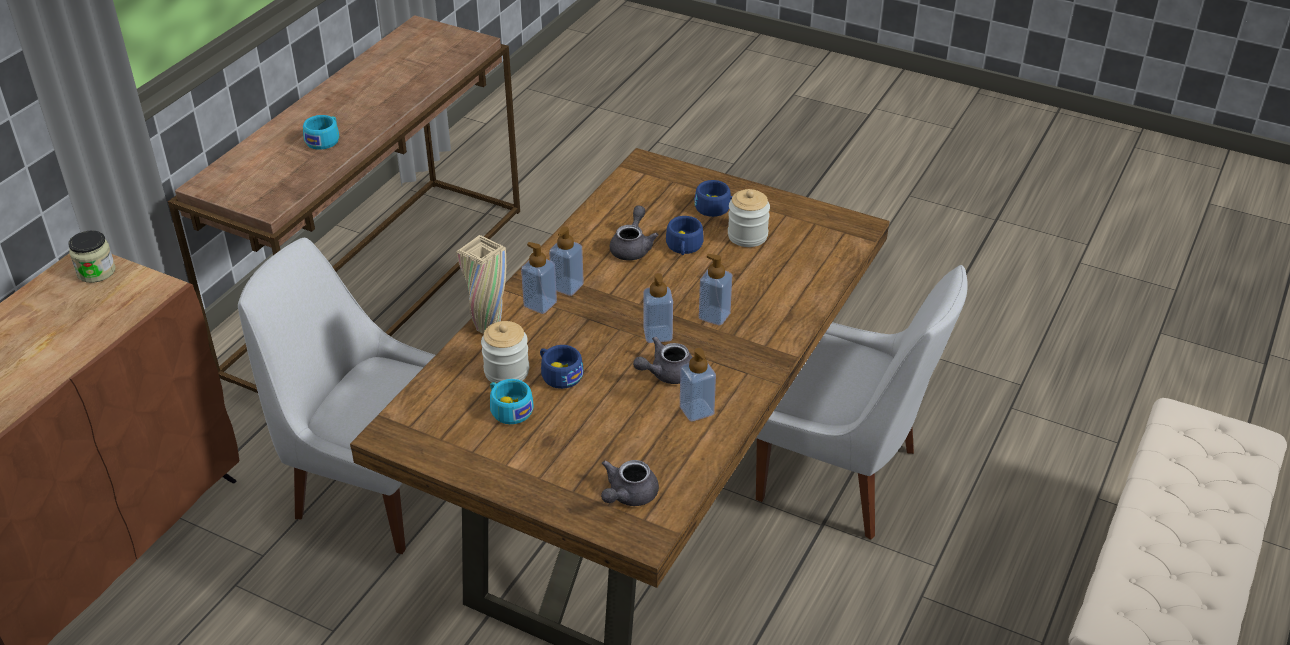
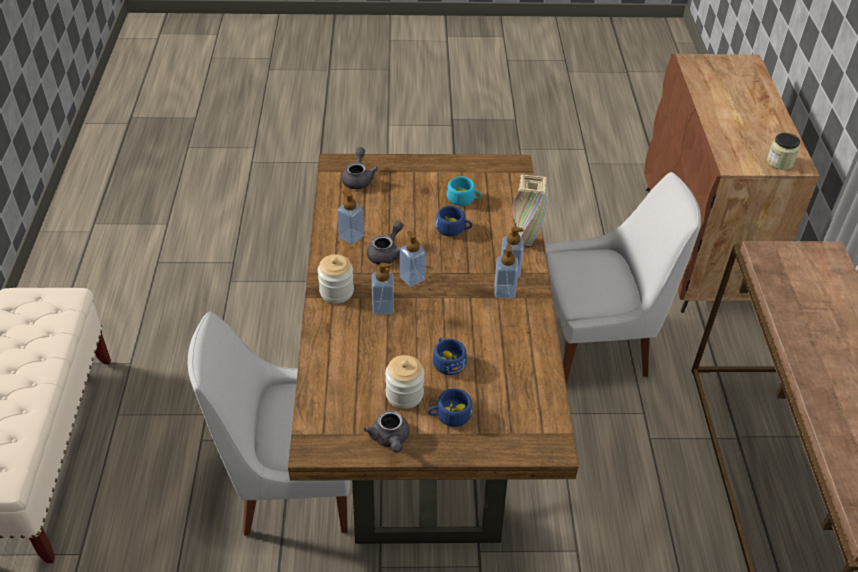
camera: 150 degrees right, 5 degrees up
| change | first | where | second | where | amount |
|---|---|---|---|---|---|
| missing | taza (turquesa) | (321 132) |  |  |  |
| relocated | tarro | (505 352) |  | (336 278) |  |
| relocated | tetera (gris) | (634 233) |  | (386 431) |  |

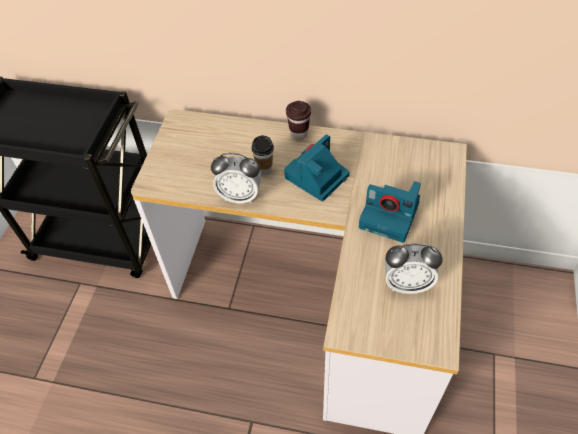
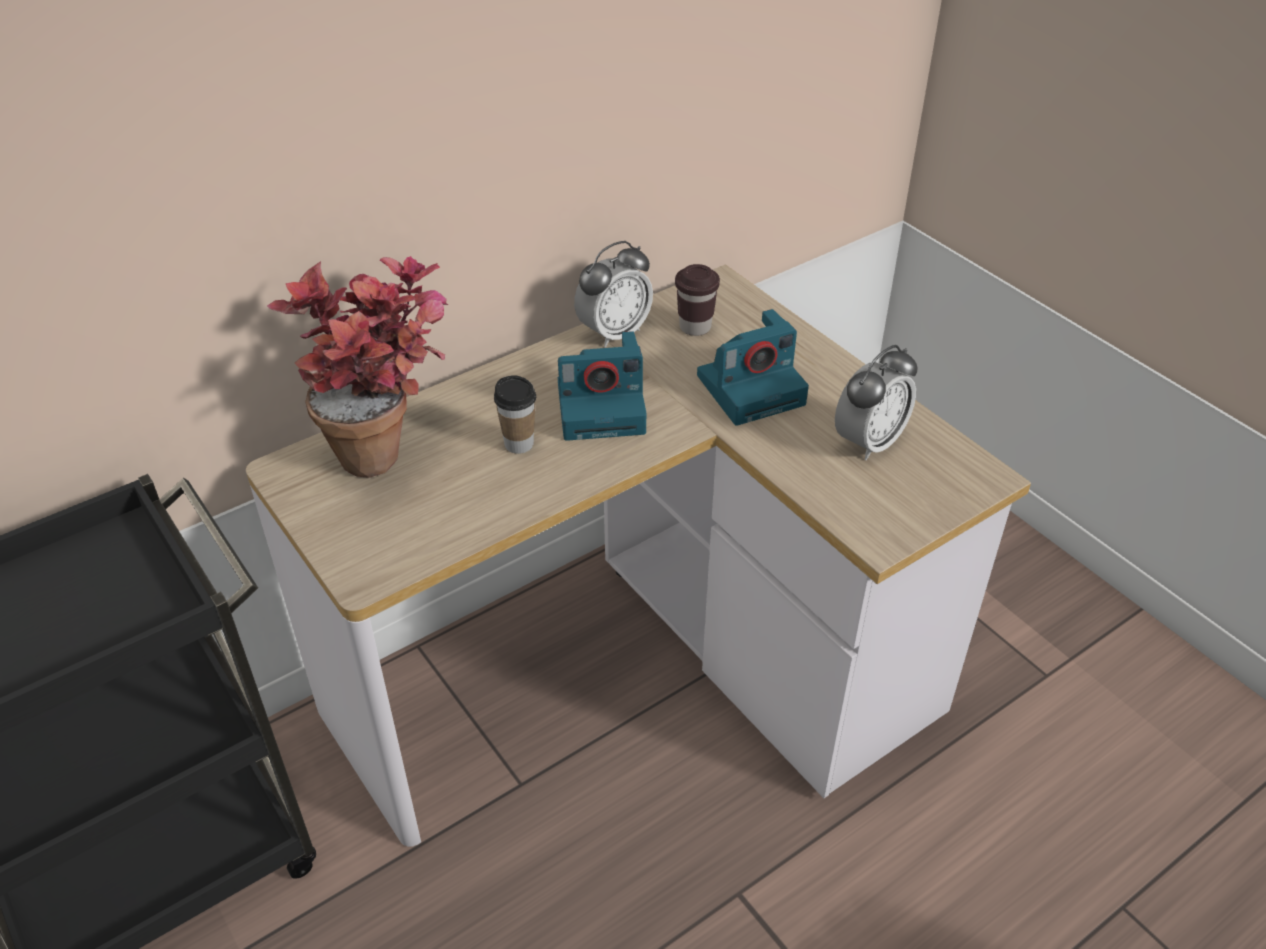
camera: 50 degrees left, 10 degrees down
| change | first | where | second | where | amount |
|---|---|---|---|---|---|
| appeared |  |  | planta en maceta | (357 367) |  |
| relocated | despertador | (236 178) |  | (613 294) |  |
| relocated | taza (marrón) | (298 120) |  | (697 300) |  |
| spun | cámara | (317 167) |  | (602 386) | 90 degrees counterclockwise |

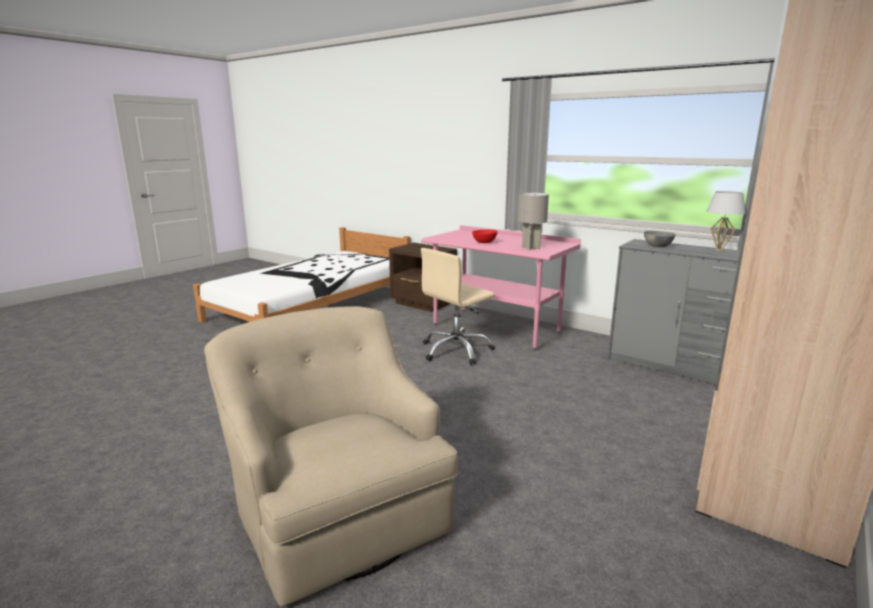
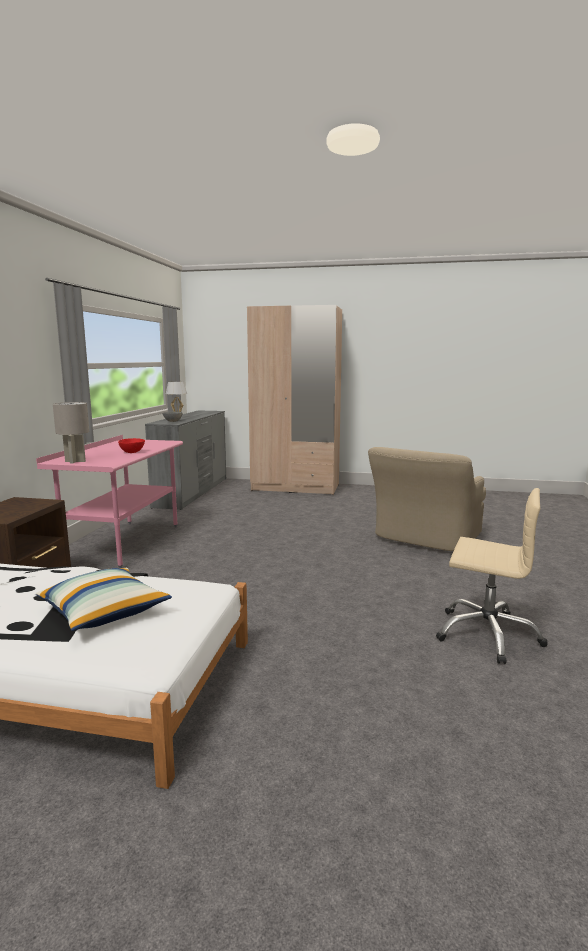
camera: 115 degrees left, 5 degrees down
| change | first | where | second | where | amount |
|---|---|---|---|---|---|
| appeared |  |  | cojín | (104 599) |  |
| relocated | silla de oficina (beis) | (458 306) |  | (492 576) |  |
| relocated | lámpara de mesa (gris) | (533 221) |  | (71 433) |  |

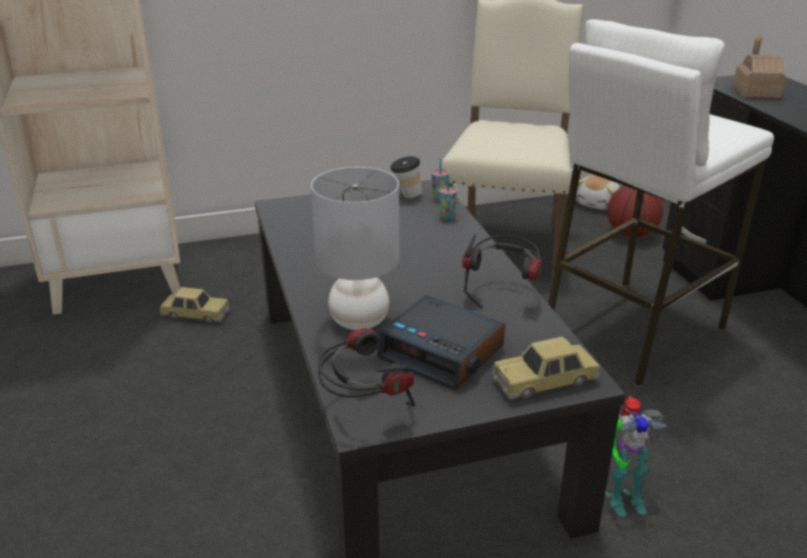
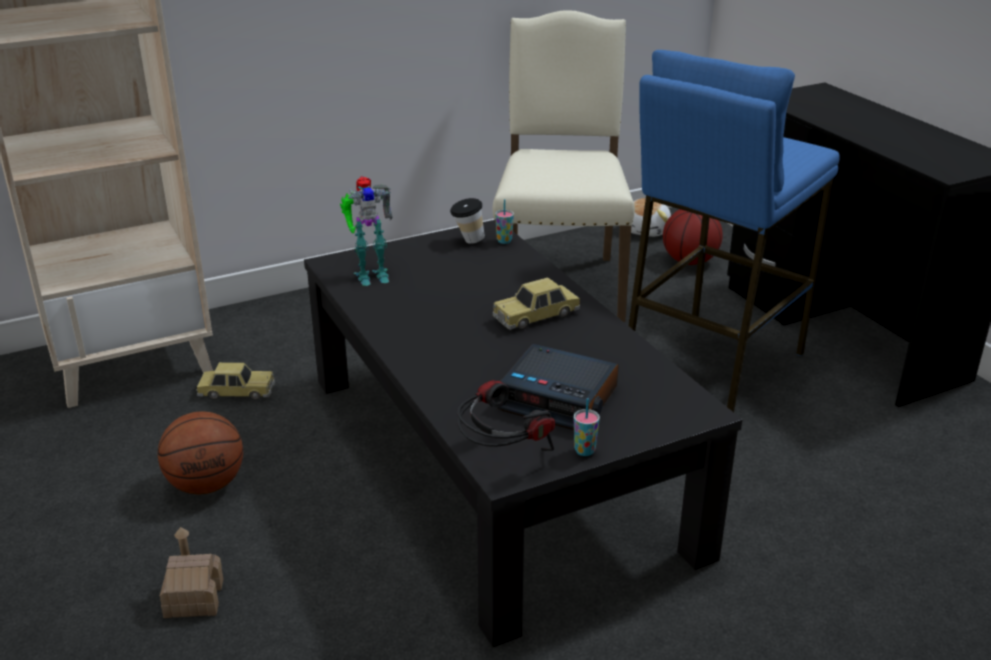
camera: 10 degrees left, 0 degrees up
| change | first | where | second | where | amount |
|---|---|---|---|---|---|
| missing | lámpara de mesa (gris) | (355 248) |  |  |  |
| missing | auriculares | (502 271) |  |  |  |
| appeared |  |  | balón de baloncesto | (200 452) |  |
| relocated | taza | (448 198) |  | (587 427) |  |
| relocated | coche de juguete | (546 368) |  | (536 304) |  |
| relocated | robot de juguete | (636 456) |  | (366 231) |  |
| relocated | casita | (759 65) |  | (191 572) |  |
| colour | taburete (blanco) | (661 203) | taburete (azul) | (734 231) |  |

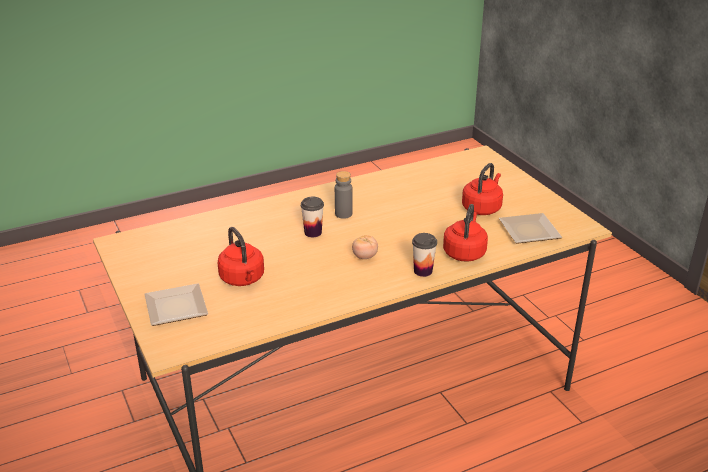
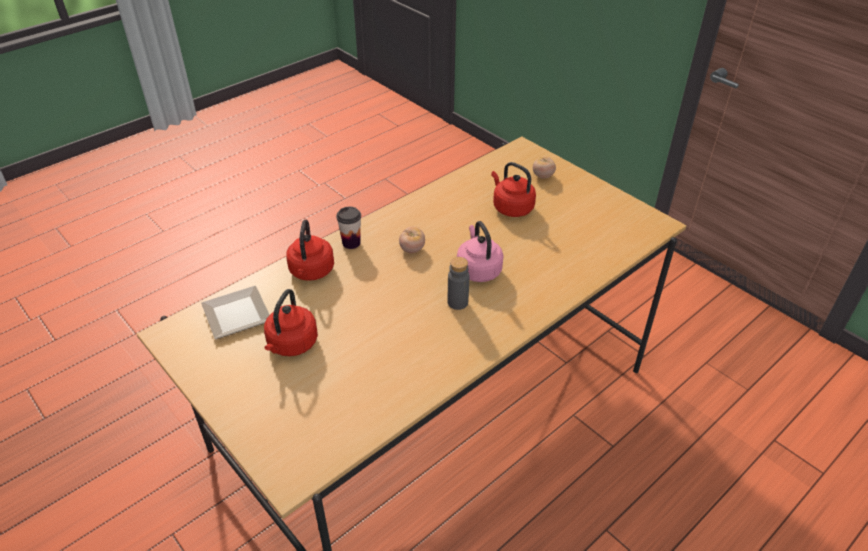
camera: 165 degrees right, 10 degrees up
| change | first | where | second | where | amount |
|---|---|---|---|---|---|
| exchanged | plato | (176 304) | tomate | (544 168) |  |
| exchanged | taza | (312 217) | hervidor (rosa) | (480 251) |  |

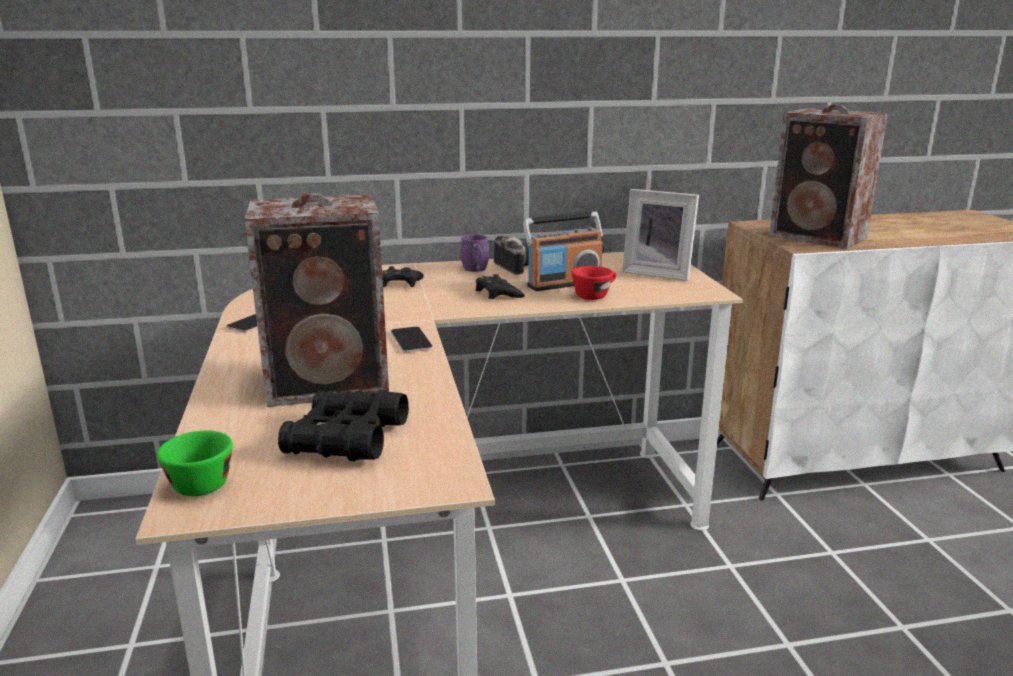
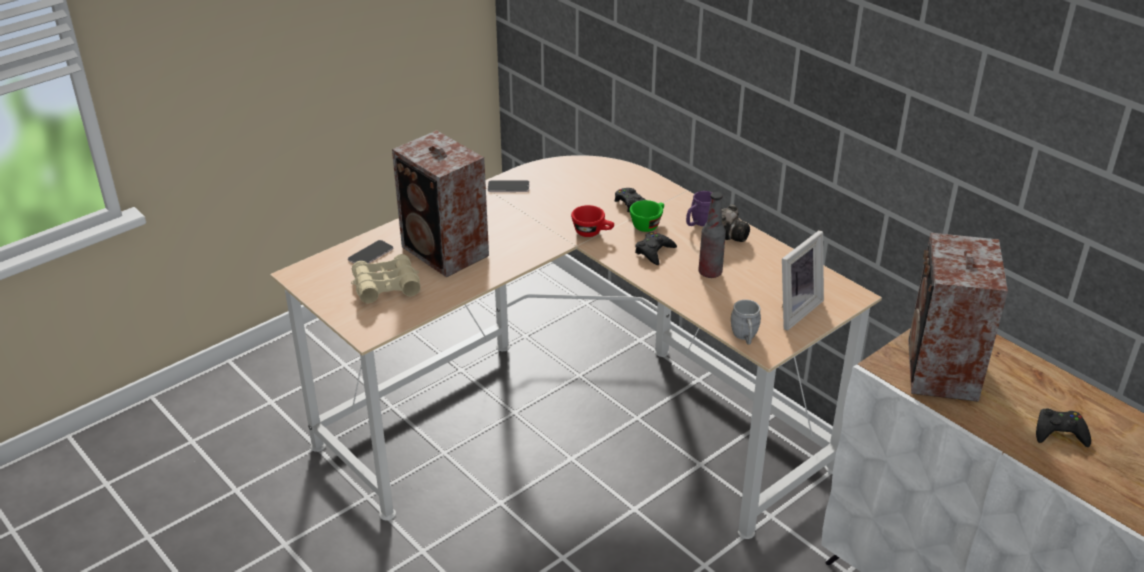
camera: 60 degrees right, 15 degrees up
| change | first | where | second | where | amount |
|---|---|---|---|---|---|
| appeared |  |  | taza grande (gris) | (746 322) |  |
| appeared |  |  | mando de consola (negro) | (1063 428) |  |
| relocated | taza (verde) | (195 463) |  | (647 216) |  |
| relocated | móvil | (412 339) |  | (371 252) |  |
| relocated | taza (rojo) | (593 283) |  | (592 221) |  |
| exchanged | radio | (563 251) | botella | (712 235) |  |
| colour | prismáticos (negro) | (343 425) | prismáticos (beis) | (386 278) |  |
| spun | portarretratos | (660 235) |  | (803 280) | 135 degrees counterclockwise |

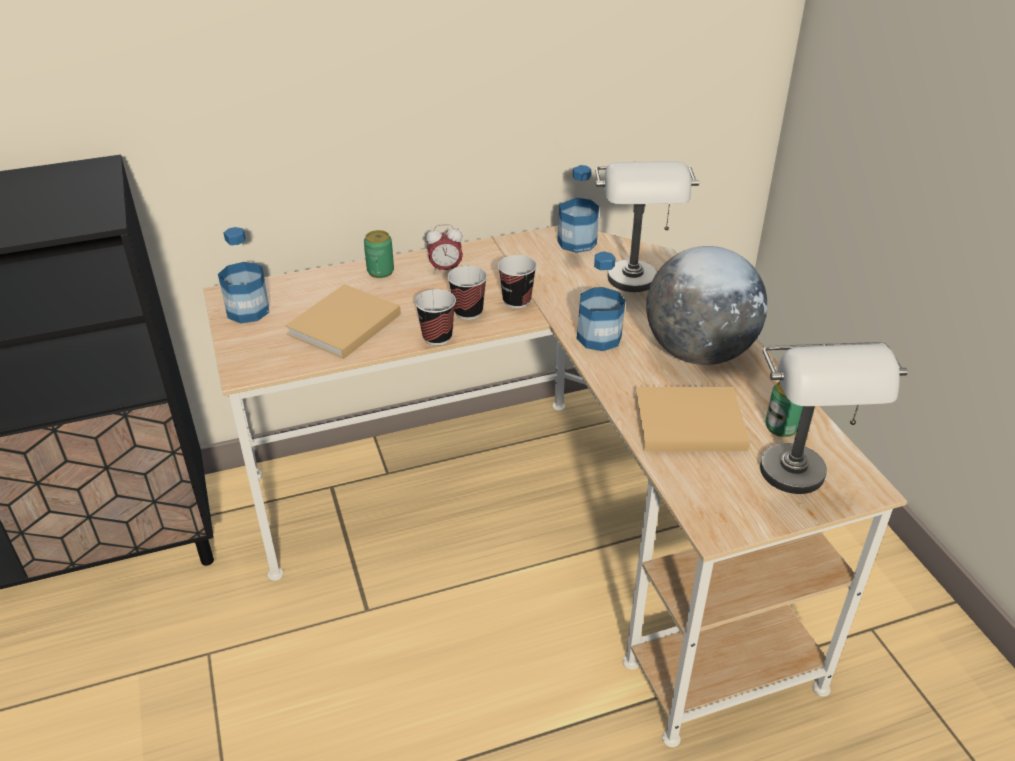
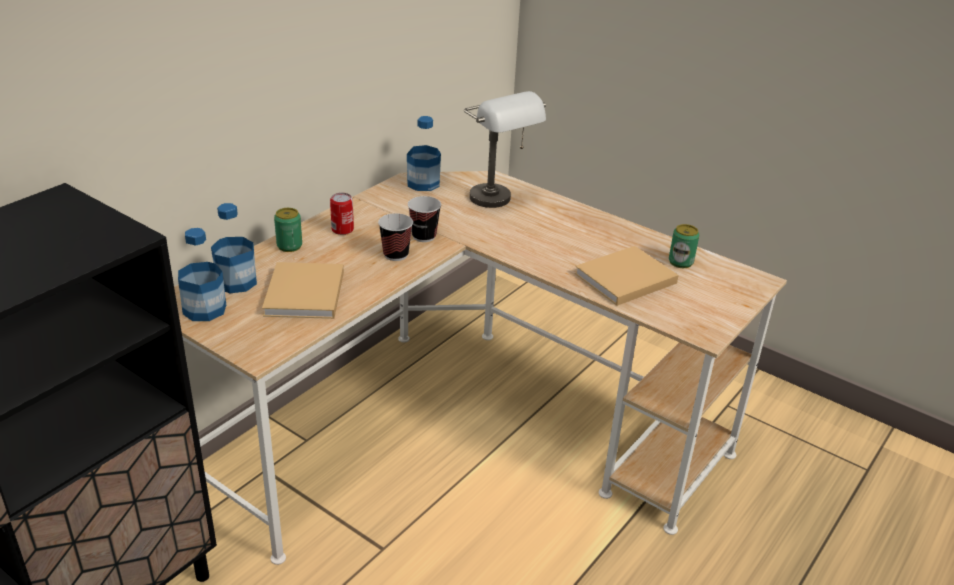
camera: 35 degrees left, 5 degrees down
| change | first | where | second | where | amount |
|---|---|---|---|---|---|
| missing | taza | (435 317) |  |  |  |
| missing | globo terráqueo | (706 305) |  |  |  |
| missing | lámpara de mesa (gris) | (834 418) |  |  |  |
| relocated | botella | (601 301) |  | (234 248) |  |
| exchanged | despertador | (444 248) | lata | (342 214) |  |

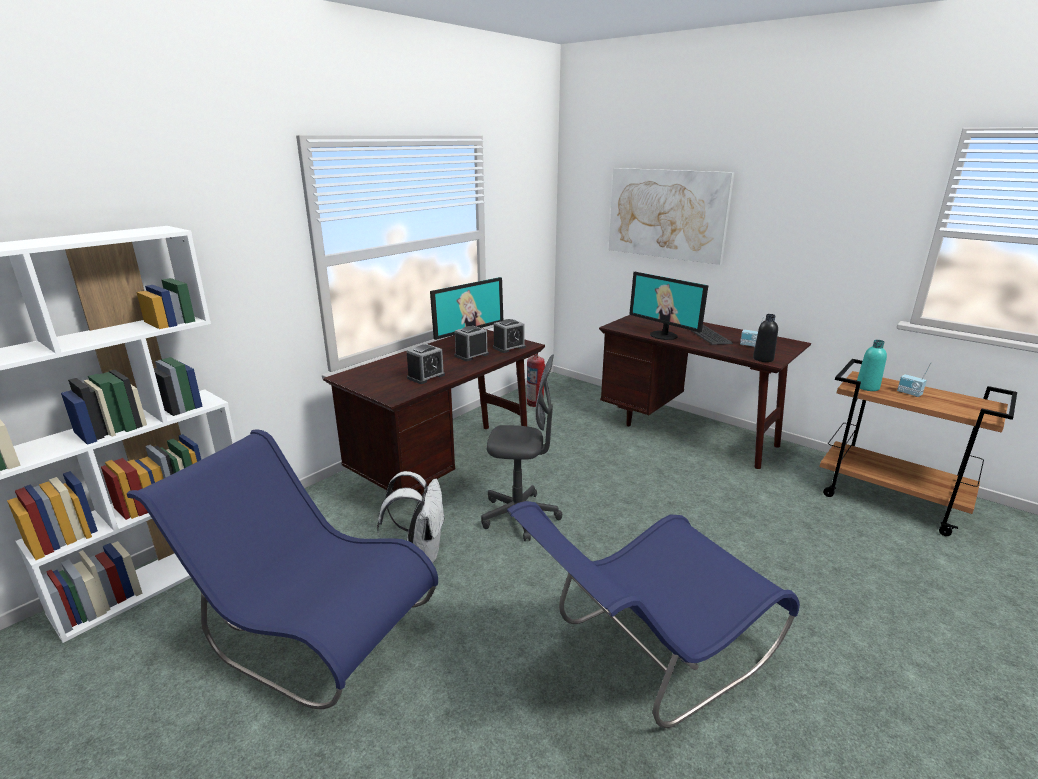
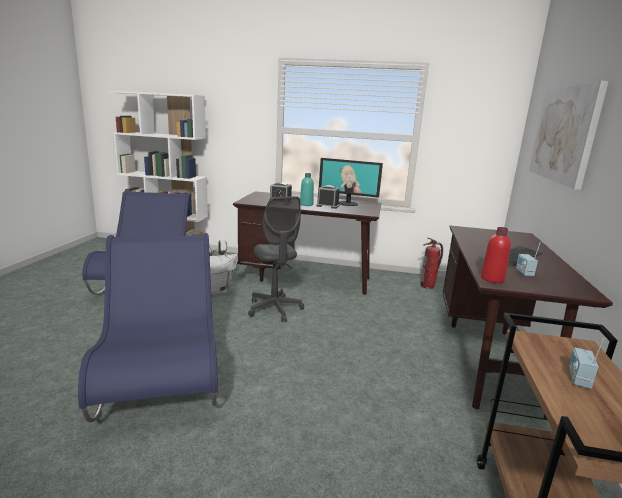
camera: 60 degrees right, 5 degrees down
| change | first | where | second | where | amount |
|---|---|---|---|---|---|
| missing | despertador | (509 336) |  |  |  |
| missing | monitor | (668 306) |  |  |  |
| relocated | botella (turquesa) | (872 365) |  | (307 189) |  |
| colour | botella (negro) | (765 338) | botella (rojo) | (496 255) |  |
| spun | silla (azul) | (653 614) |  | (148 327) | 45 degrees clockwise |

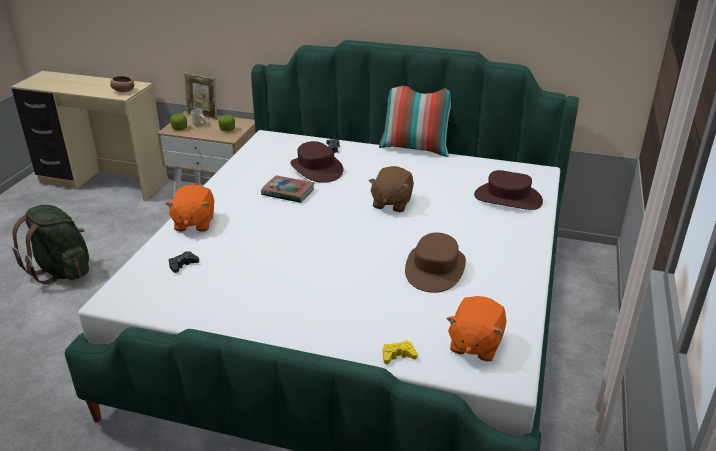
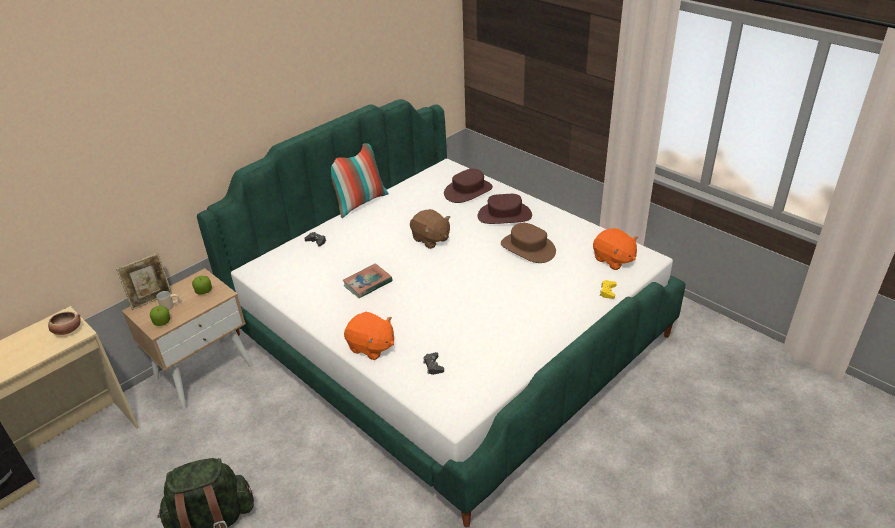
camera: 60 degrees left, 5 degrees up
| change | first | where | second | where | amount |
|---|---|---|---|---|---|
| relocated | sombrero (marrón) | (317 162) |  | (505 209) |  |

